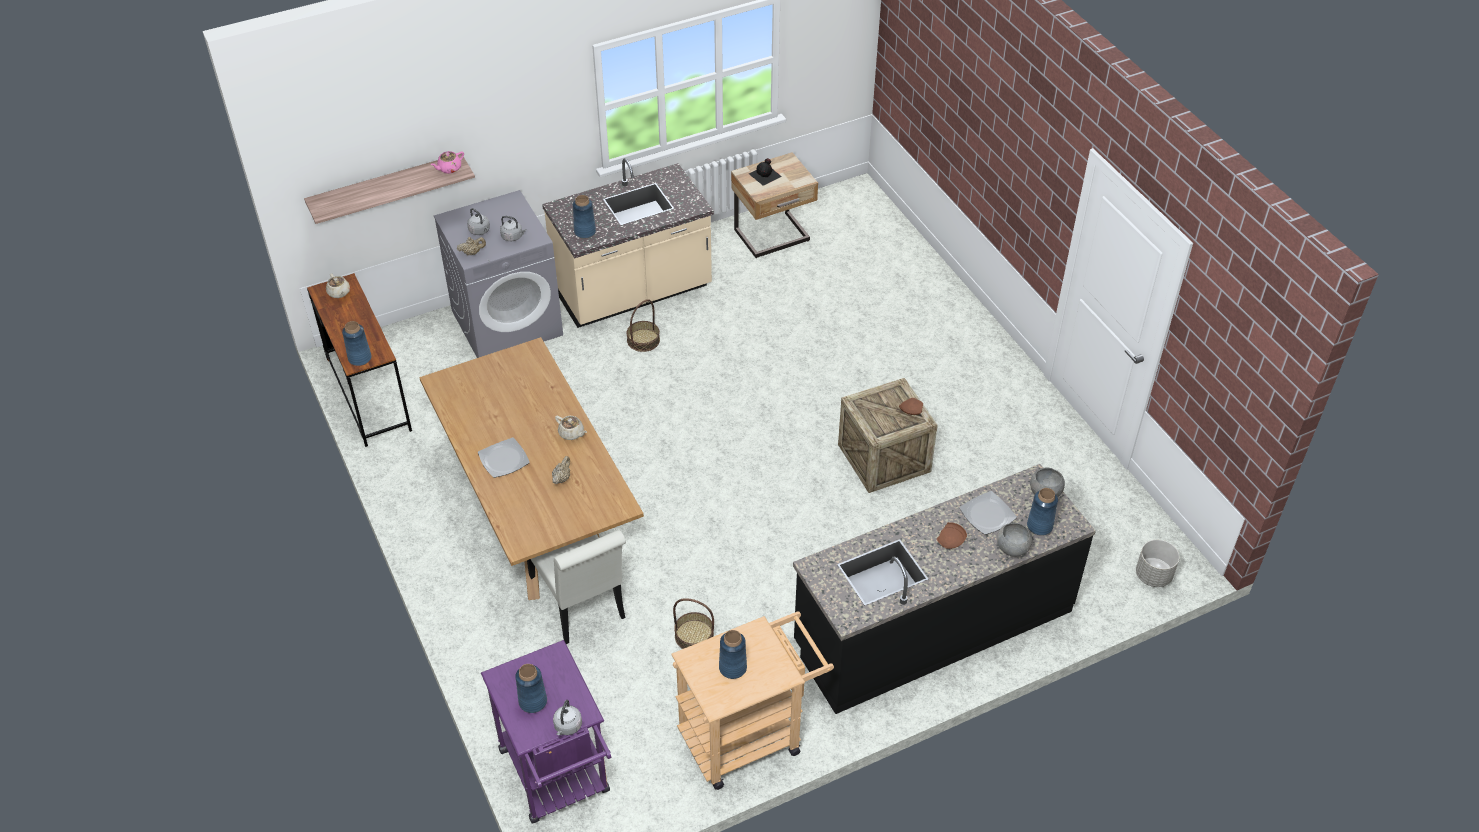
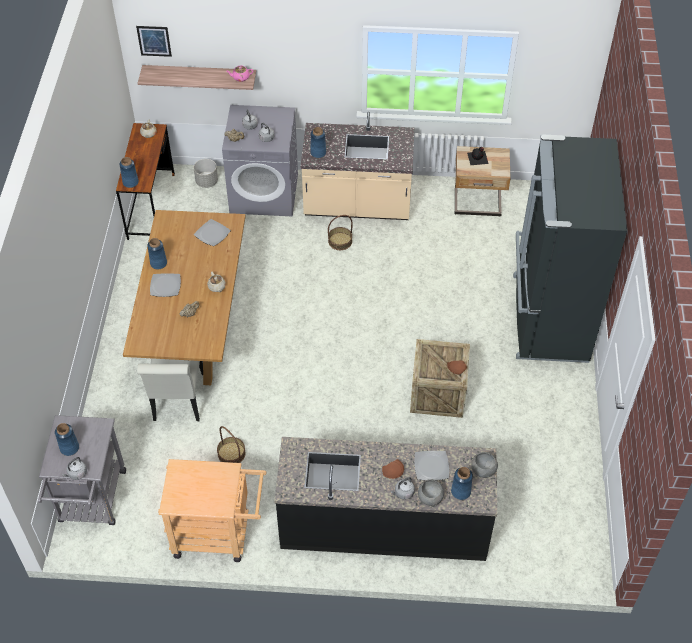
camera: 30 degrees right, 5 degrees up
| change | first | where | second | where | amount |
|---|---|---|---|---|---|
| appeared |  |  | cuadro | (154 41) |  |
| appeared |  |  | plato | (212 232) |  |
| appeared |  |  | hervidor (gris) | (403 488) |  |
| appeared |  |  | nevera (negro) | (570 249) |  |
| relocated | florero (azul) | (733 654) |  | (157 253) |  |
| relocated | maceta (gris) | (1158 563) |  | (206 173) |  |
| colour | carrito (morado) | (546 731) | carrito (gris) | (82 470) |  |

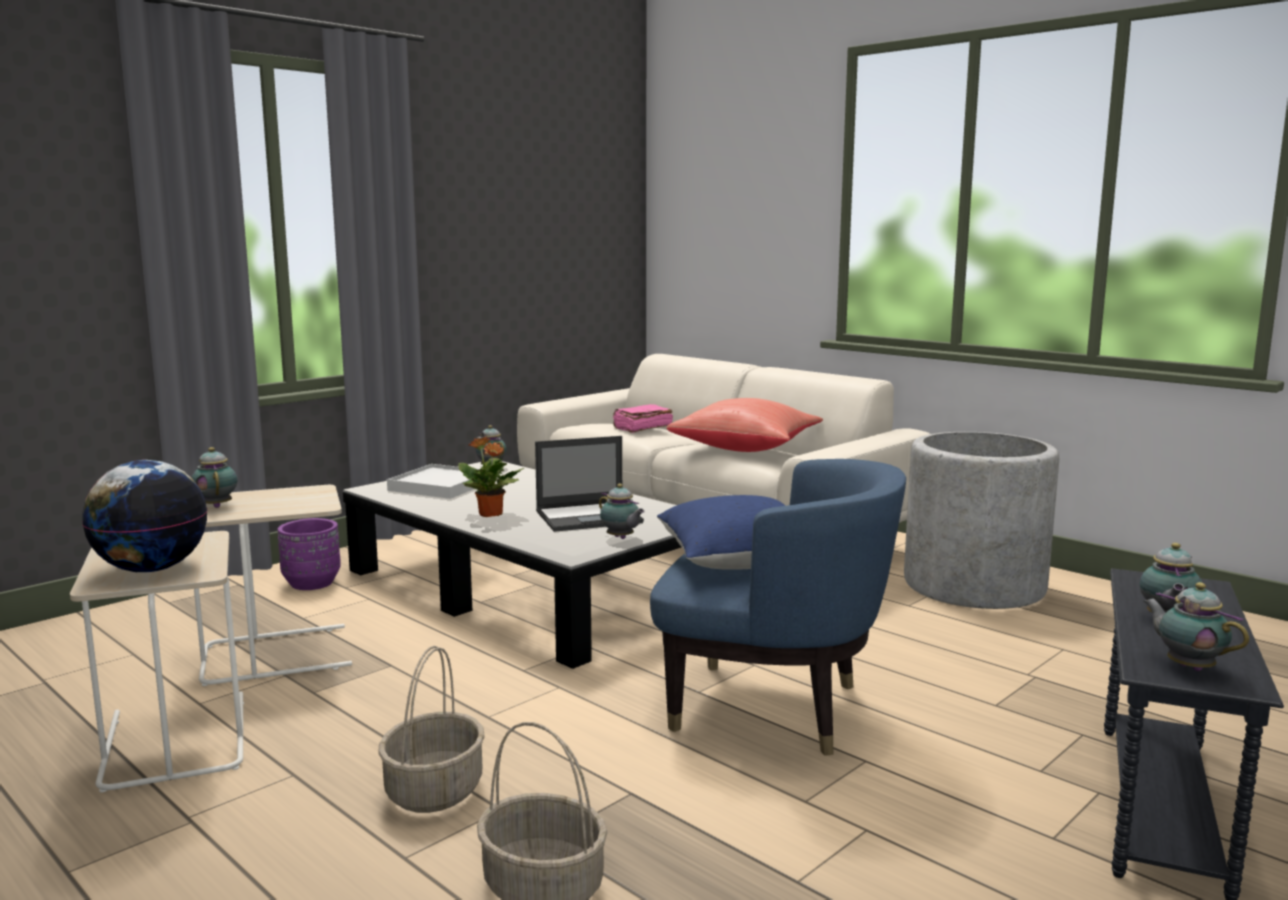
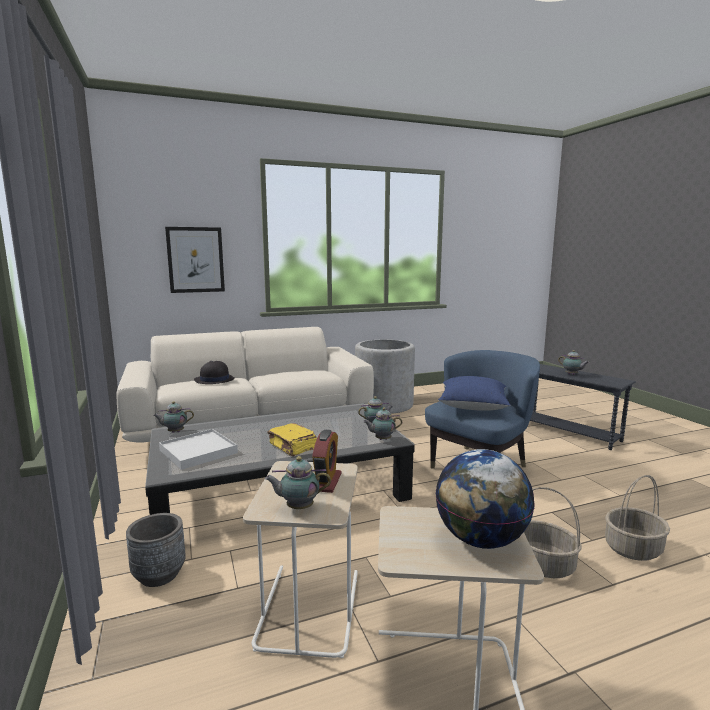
camera: 65 degrees left, 0 degrees up
| change | first | where | second | where | amount |
|---|---|---|---|---|---|
| missing | portátil | (589 484) |  |  |  |
| missing | cojín (rojo) | (744 425) |  |  |  |
| appeared |  |  | cuadro | (195 260) |  |
| appeared |  |  | despertador | (327 461) |  |
| relocated | tetera | (1196 626) |  | (382 424) |  |
| exchanged | planta en maceta | (491 477) | libro (amarillo) | (292 439) |  |
| exchanged | libro (rosa) | (643 418) | sombrero (negro) | (214 372) |  |
| colour | maceta (morado) | (309 554) | maceta (gris) | (156 550) |  |

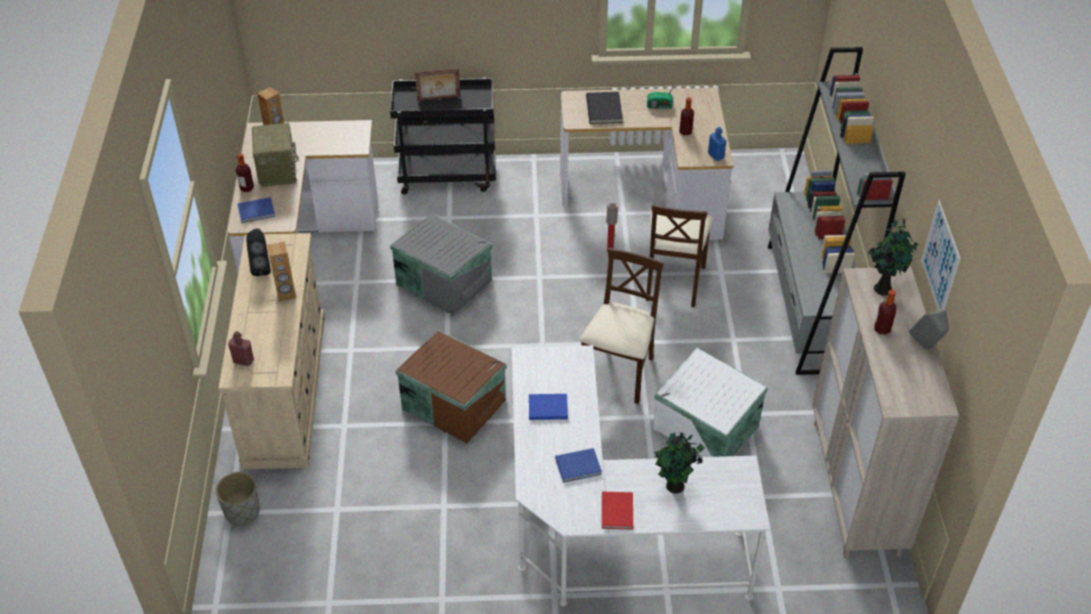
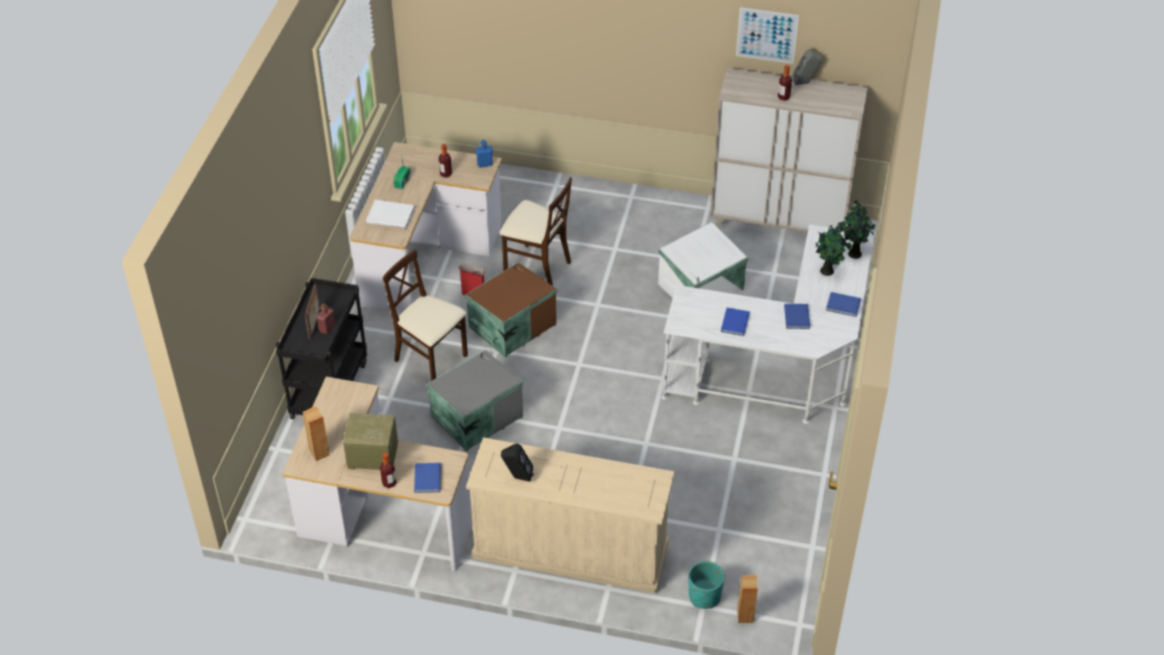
camera: 75 degrees left, 0 degrees up
| change | first | where | second | where | amount |
|---|---|---|---|---|---|
| missing | estantería (gris) | (837 211) |  |  |  |
| relocated | botella (rojo) | (241 348) |  | (326 318) |  |
| relocated | altavoz (marrón) | (282 272) |  | (747 599) |  |
| relocated | caja de almacenaje (marrón) | (451 387) |  | (511 310) |  |
| relocated | silla (beis) | (622 326) |  | (425 315) |  |
| relocated | planta en maceta | (893 257) |  | (857 229) |  |
| colour | maceta (gris) | (237 498) | maceta (turquesa) | (707 585) |  |
| colour | libro (negro) | (604 108) | libro (blanco) | (390 214) |  |
| colour | libro (rojo) | (617 511) | libro (azul) | (843 304) |  |

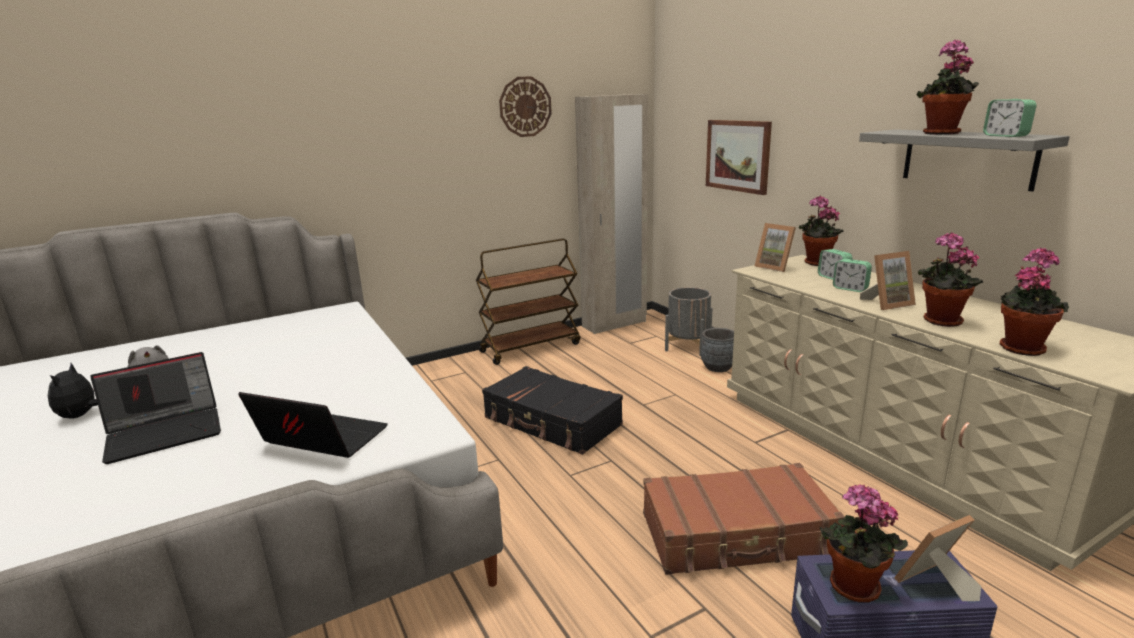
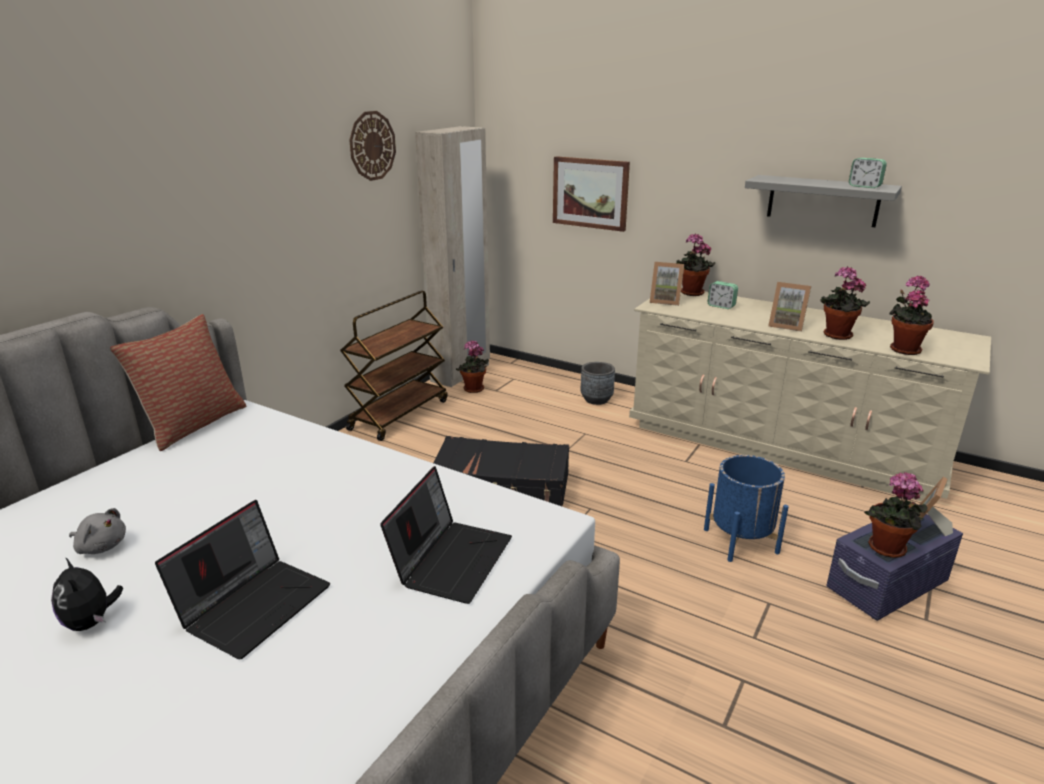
camera: 30 degrees left, 5 degrees up
| change | first | where | second | where | amount |
|---|---|---|---|---|---|
| missing | maceta (gris) | (688 321) |  |  |  |
| missing | despertador | (852 275) |  |  |  |
| appeared |  |  | cojín | (178 382) |  |
| relocated | planta en maceta | (948 87) |  | (472 366) |  |
| exchanged | maleta (marrón) | (744 519) | maceta (azul) | (746 508) |  |
| spun | portátil | (313 425) |  | (446 535) | 120 degrees clockwise |
| spun | portarretratos | (888 280) |  | (789 307) | 75 degrees clockwise |

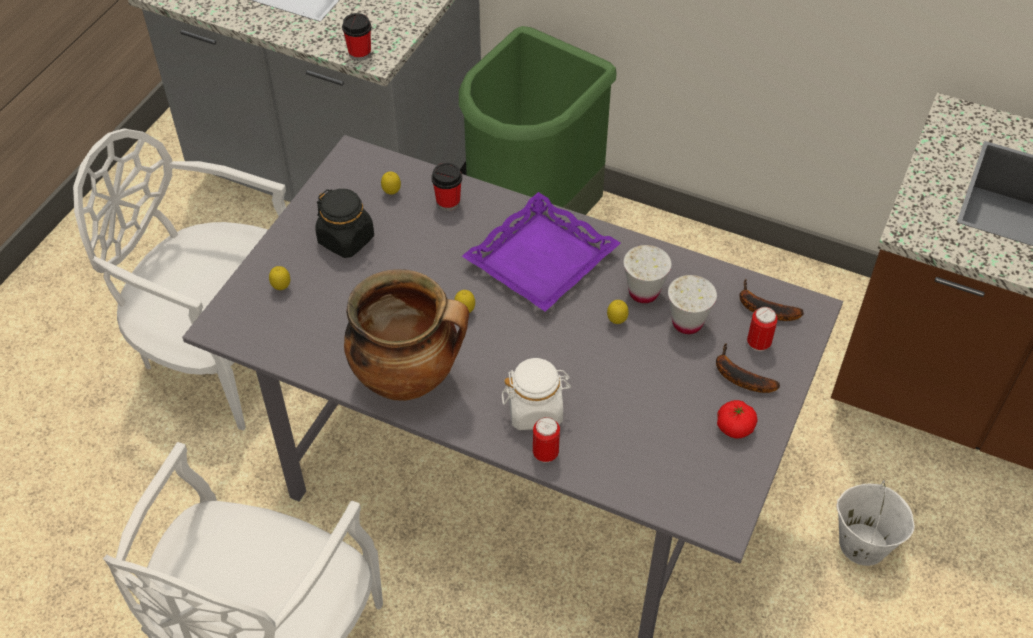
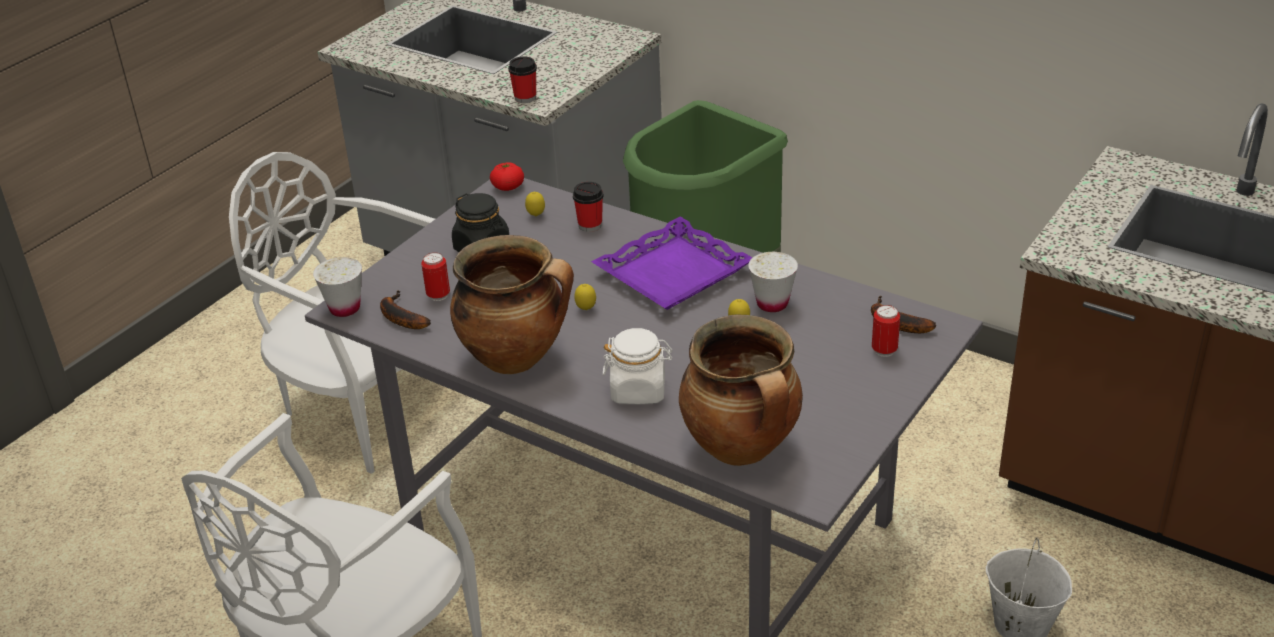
camera: 10 degrees right, 15 degrees down
| change | first | where | second | where | amount |
|---|---|---|---|---|---|
| missing | limón | (279 278) |  |  |  |
| appeared |  |  | olla | (741 390) |  |
| relocated | lata | (546 440) |  | (435 276) |  |
| relocated | taza (blanco) | (692 304) |  | (337 287) |  |
| relocated | plátano | (748 368) |  | (405 309) |  |
| relocated | tomate | (737 419) |  | (507 176) |  |

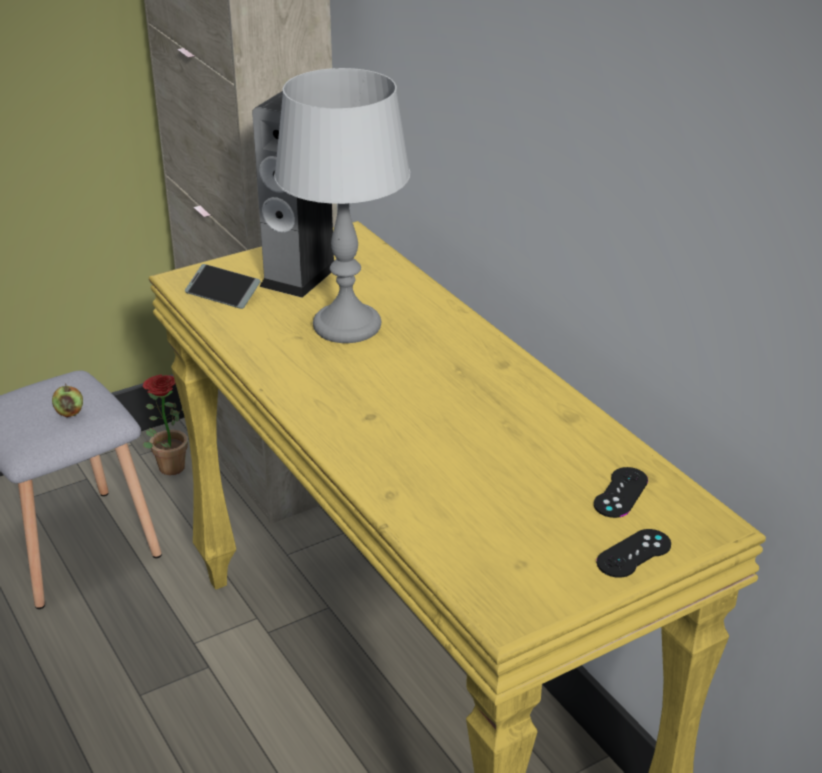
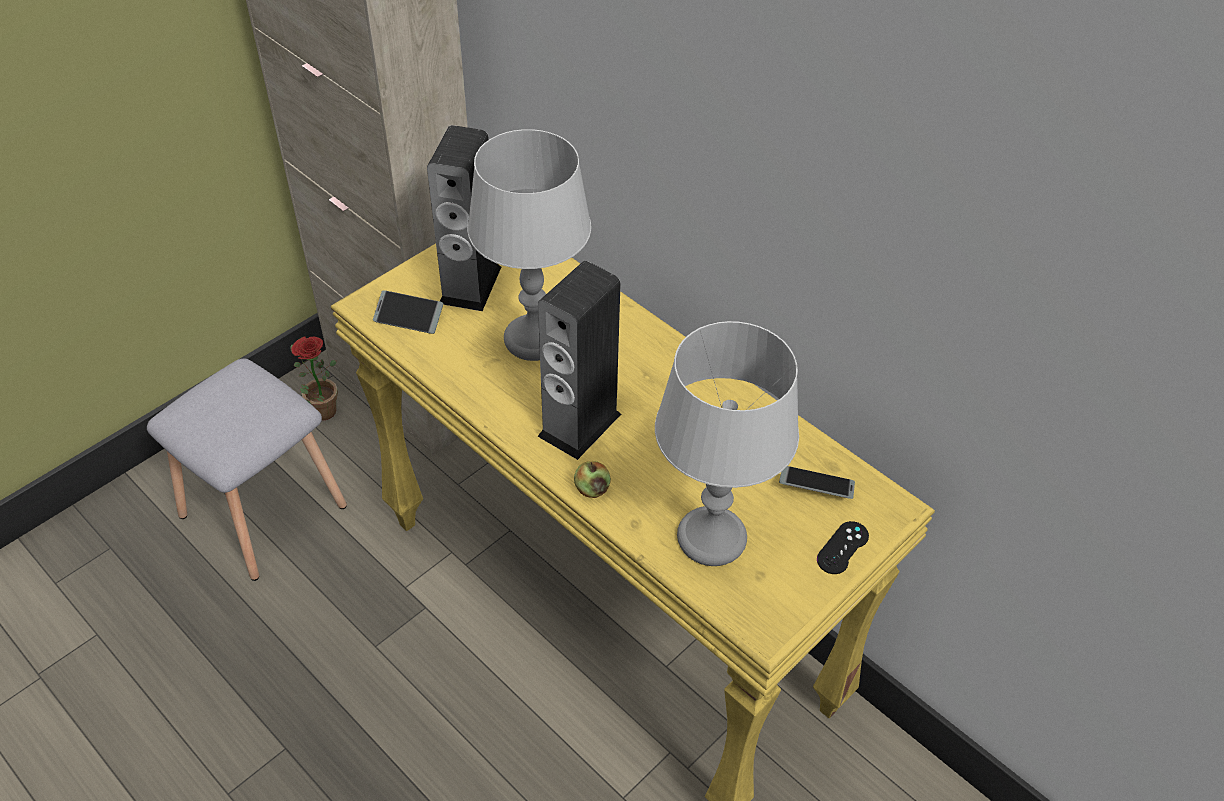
camera: 15 degrees left, 15 degrees up
| change | first | where | second | where | amount |
|---|---|---|---|---|---|
| appeared |  |  | altavoz | (579 360) |  |
| appeared |  |  | lámpara de mesa (gris) | (727 443) |  |
| relocated | manzana | (67 400) |  | (592 479) |  |
| exchanged | mando de consola (negro) | (621 492) | móvil | (817 482) |  |

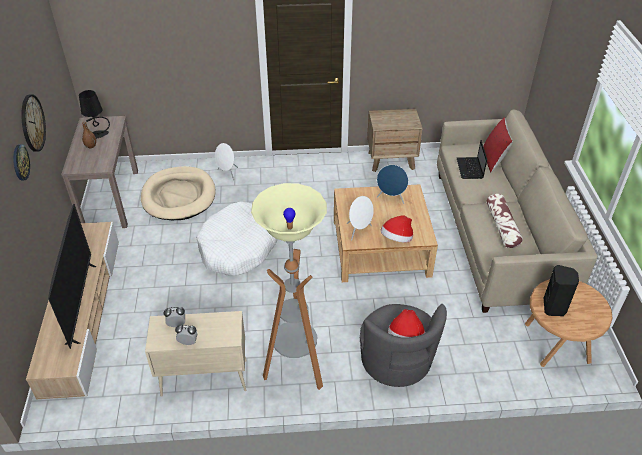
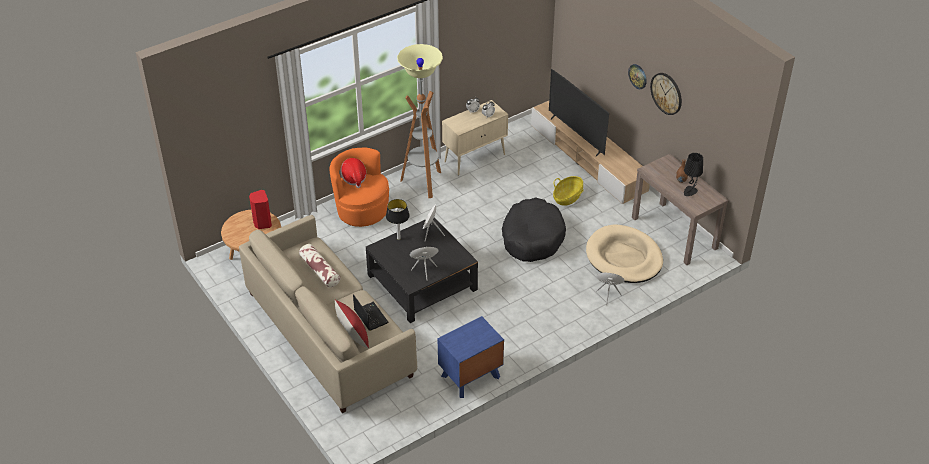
camera: 150 degrees right, 0 degrees up
| change | first | where | second | where | amount |
|---|---|---|---|---|---|
| appeared |  |  | cesta | (568 191) |  |
| exchanged | sombrero | (396 228) | lámpara de mesa | (398 219) |  |
| colour | cama para perro (blanco) | (236 239) | cama para perro (negro) | (534 229) |  |
| colour | mesa de centro (beis) | (386 233) | mesa de centro (negro) | (422 270) |  |
| colour | sillón (gris) | (403 345) | sillón (naranja) | (359 187) |  |
| colour | mesita de noche (marrón) | (395 140) | mesita de noche (azul) | (471 357) |  |
| colour | altavoz (negro) | (561 290) | altavoz (rojo) | (260 209) |  |

